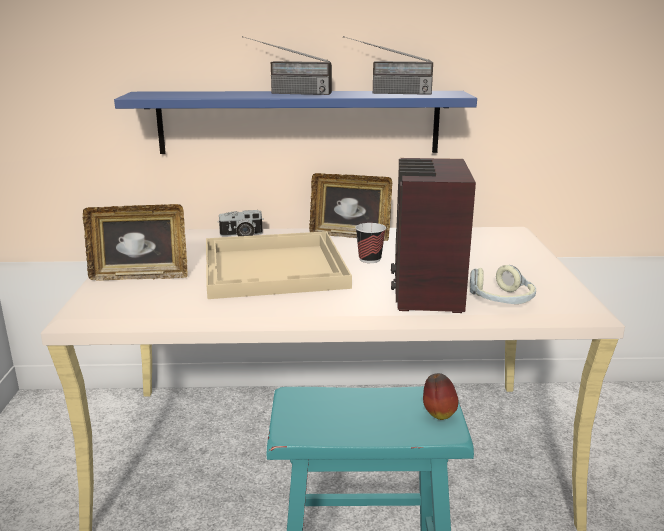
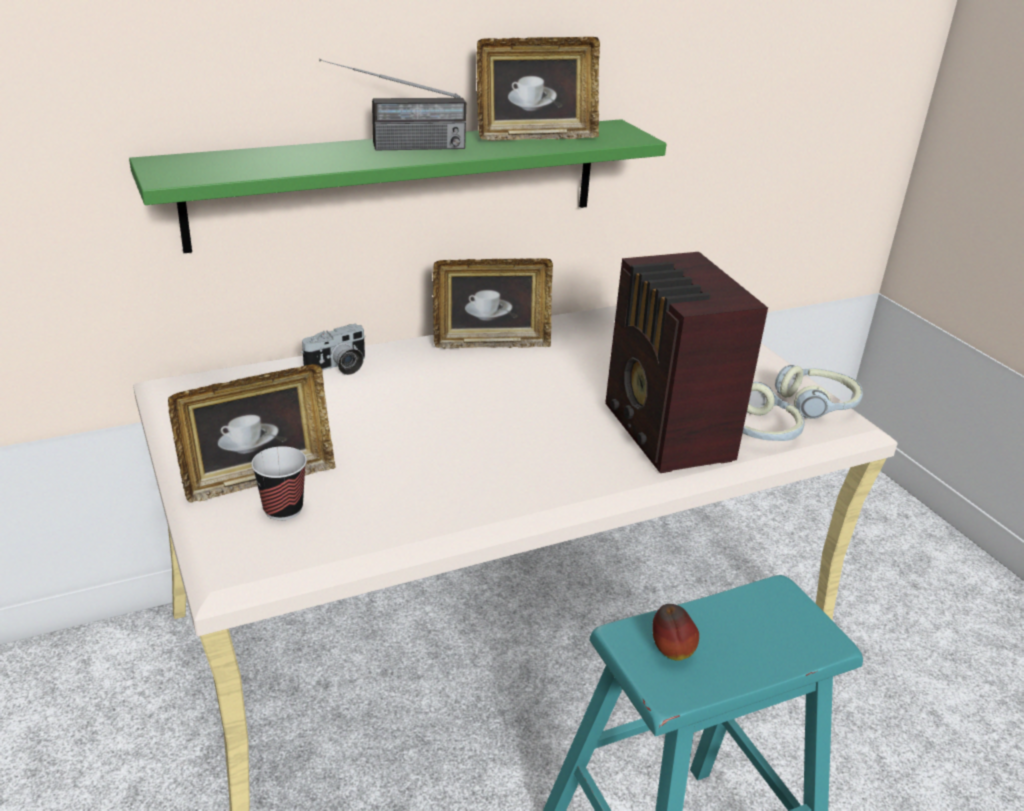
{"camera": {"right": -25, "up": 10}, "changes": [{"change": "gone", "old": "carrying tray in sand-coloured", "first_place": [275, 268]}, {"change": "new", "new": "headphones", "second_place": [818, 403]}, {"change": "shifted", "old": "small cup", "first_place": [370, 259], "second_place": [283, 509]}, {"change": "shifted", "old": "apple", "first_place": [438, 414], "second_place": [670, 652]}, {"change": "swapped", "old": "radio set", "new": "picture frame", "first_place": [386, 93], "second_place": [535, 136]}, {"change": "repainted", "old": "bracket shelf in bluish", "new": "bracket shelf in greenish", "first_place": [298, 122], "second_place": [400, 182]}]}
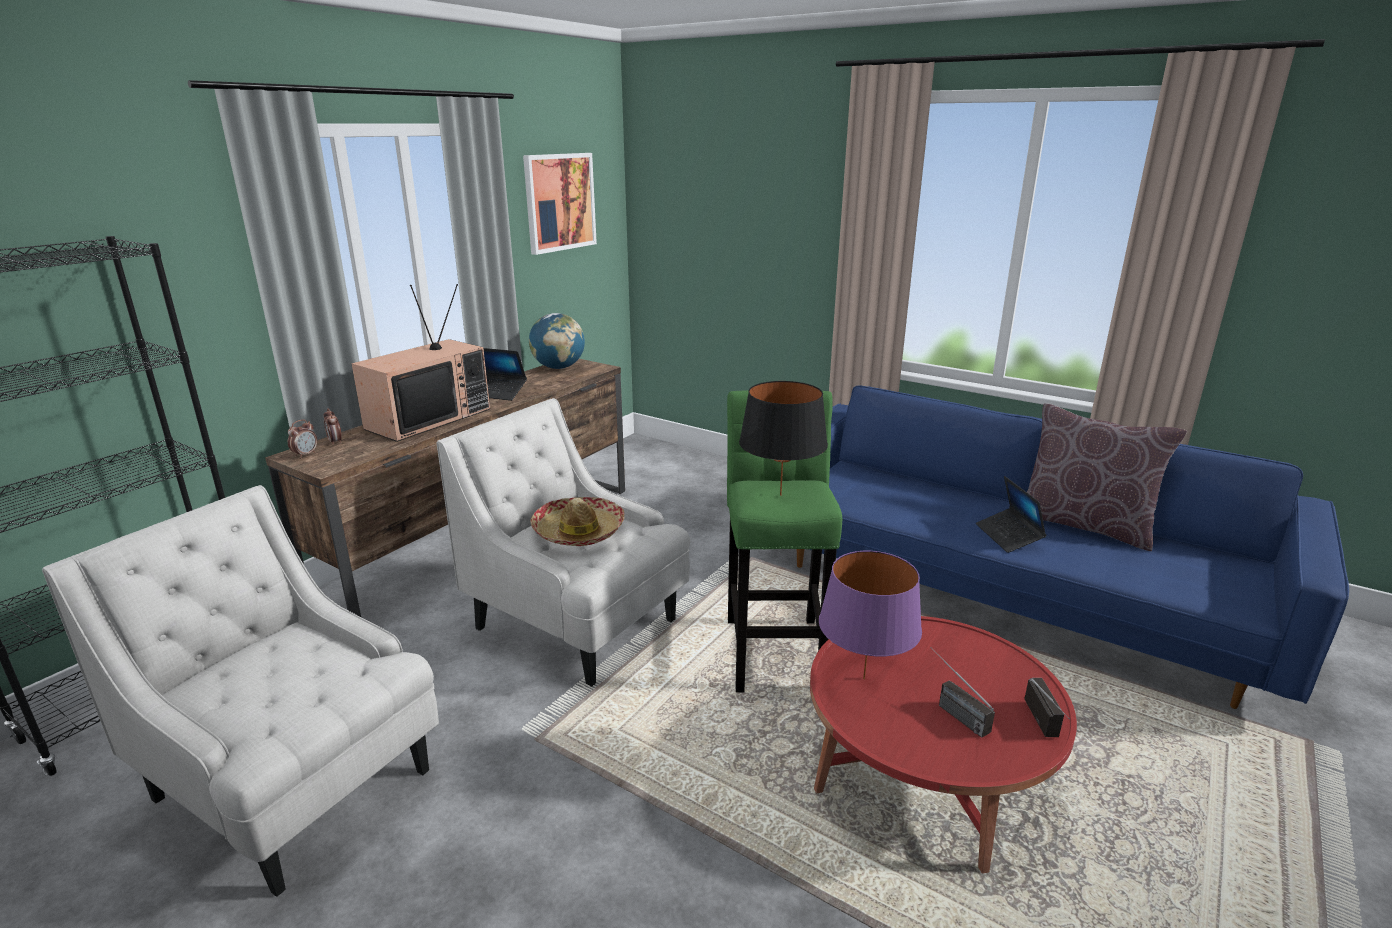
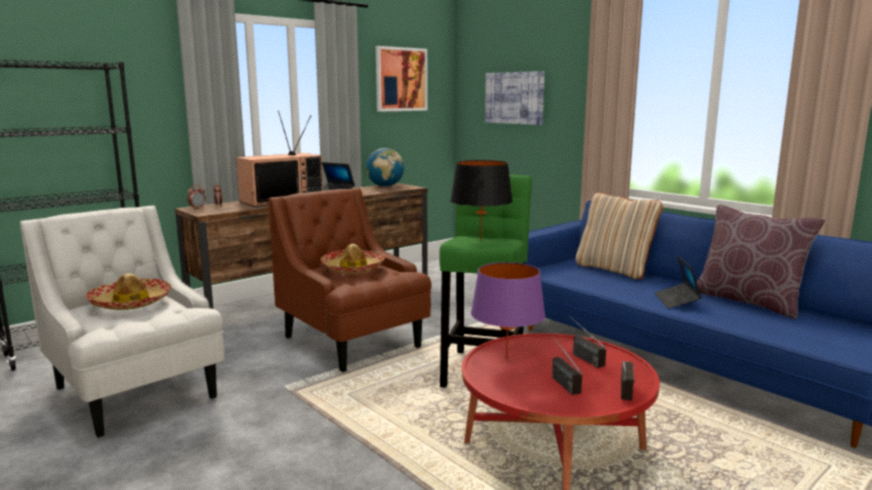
{"camera": {"right": 15, "up": -10}, "changes": [{"change": "new", "new": "hat", "second_place": [130, 303]}, {"change": "new", "new": "picture", "second_place": [514, 98]}, {"change": "new", "new": "radio set", "second_place": [580, 356]}, {"change": "new", "new": "throw pillow in sand-coloured", "second_place": [614, 270]}, {"change": "repainted", "old": "lounge chair in whitish", "new": "lounge chair in brownish", "first_place": [578, 625], "second_place": [353, 342]}]}
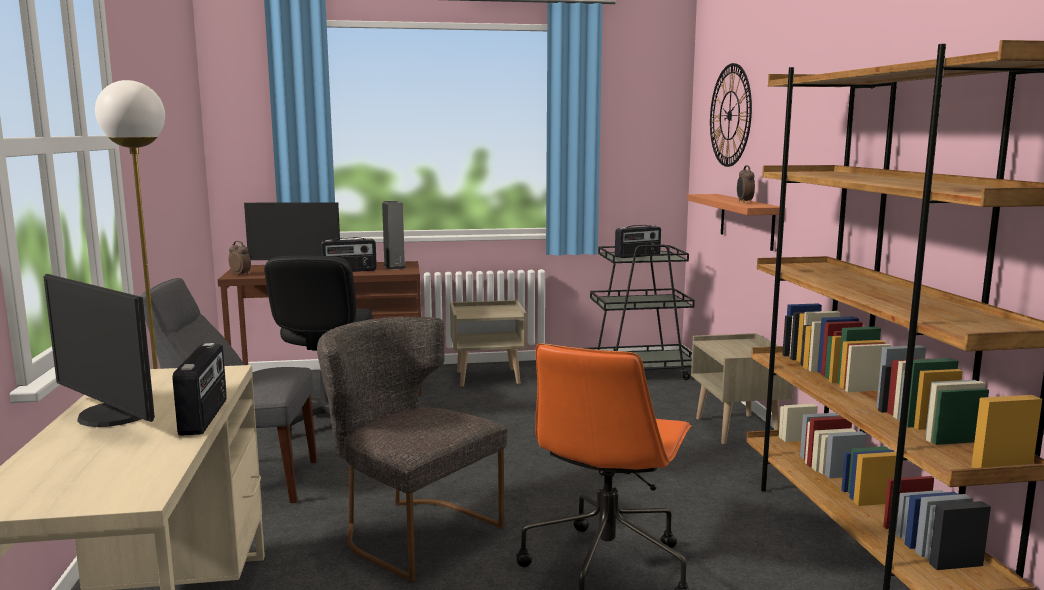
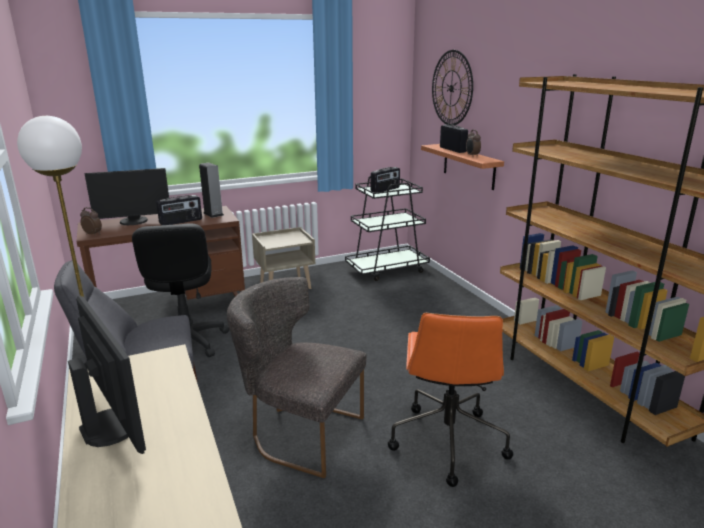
{"camera": {"right": -15, "up": 10}, "changes": [{"change": "gone", "old": "bedside table in sand-coloured", "first_place": [738, 429]}, {"change": "shifted", "old": "radio set", "first_place": [205, 417], "second_place": [453, 149]}, {"change": "rotated", "old": "computer screen", "first_place": [112, 416], "second_place": [113, 426], "degrees": -150}]}
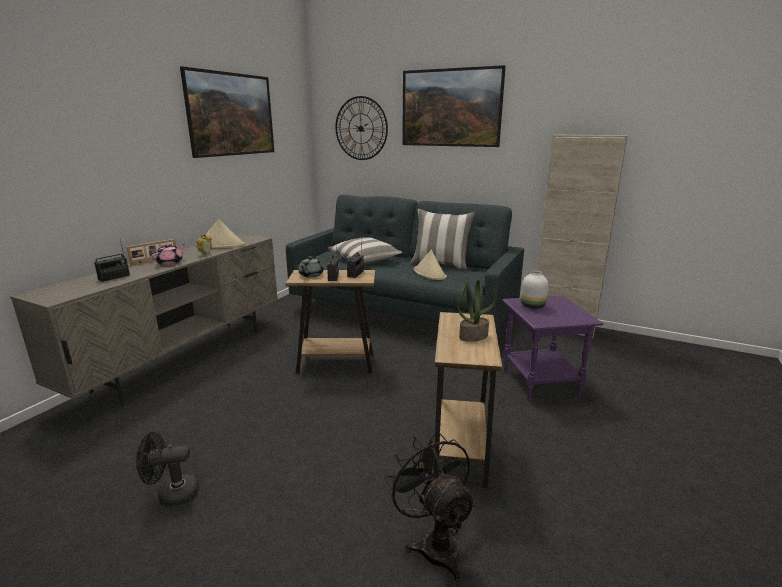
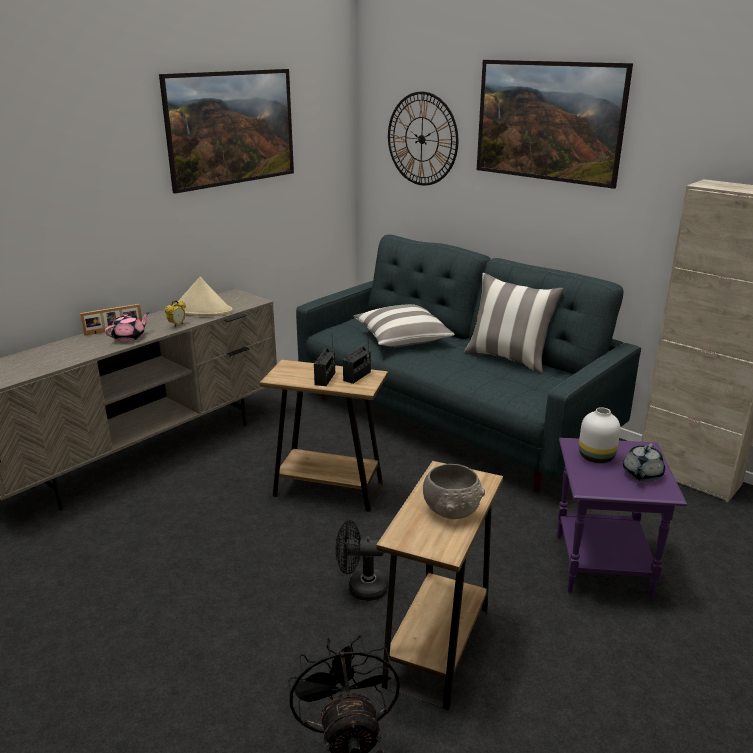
{"camera": {"right": 15, "up": 5}, "changes": [{"change": "gone", "old": "radio set", "first_place": [114, 277]}, {"change": "gone", "old": "hat in sand-coloured", "first_place": [429, 273]}, {"change": "shifted", "old": "electric fan in black", "first_place": [172, 495], "second_place": [361, 588]}, {"change": "shifted", "old": "teapot in grey", "first_place": [310, 275], "second_place": [641, 474]}, {"change": "swapped", "old": "potted plant", "new": "deep dish in grey", "first_place": [473, 336], "second_place": [451, 510]}]}
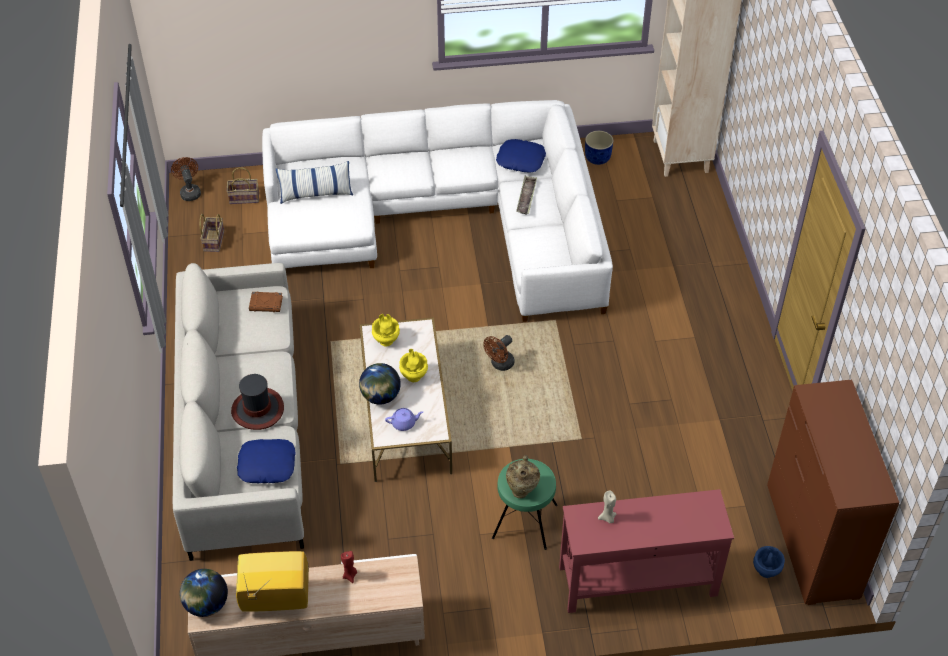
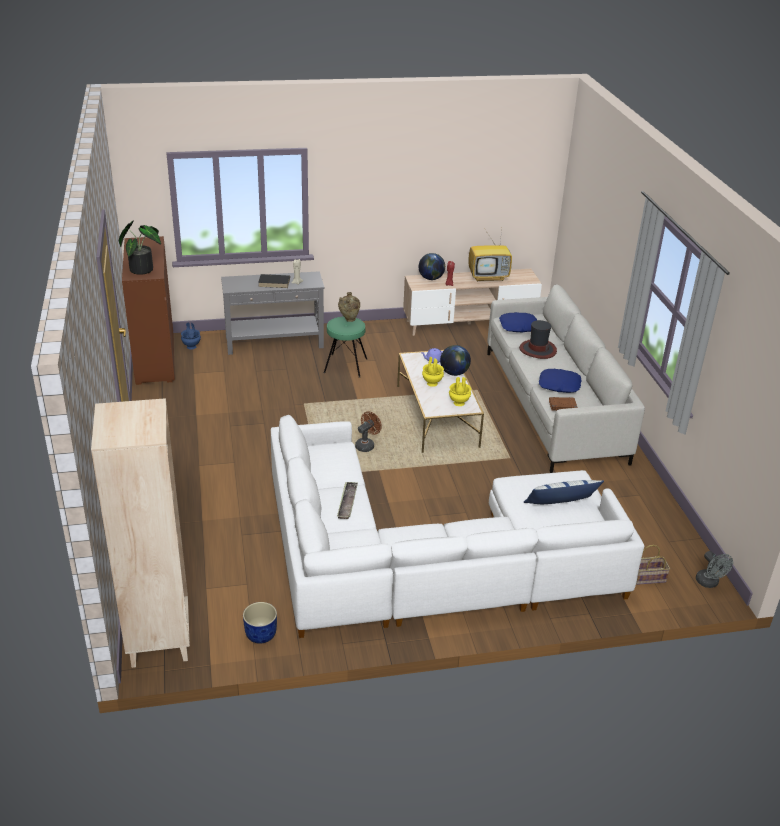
{"camera": {"right": 175, "up": -15}, "changes": [{"change": "gone", "old": "household basket", "first_place": [213, 240]}, {"change": "new", "new": "potted plant", "second_place": [144, 269]}, {"change": "new", "new": "bound book in black", "second_place": [274, 282]}, {"change": "shifted", "old": "world globe", "first_place": [206, 604], "second_place": [431, 278]}, {"change": "shifted", "old": "throw pillow in bluish", "first_place": [521, 160], "second_place": [559, 385]}, {"change": "repainted", "old": "electric fan in brownish", "new": "electric fan in grey", "first_place": [189, 192], "second_place": [709, 583]}, {"change": "repainted", "old": "console table in red", "new": "console table in grey", "first_place": [636, 581], "second_place": [275, 343]}]}
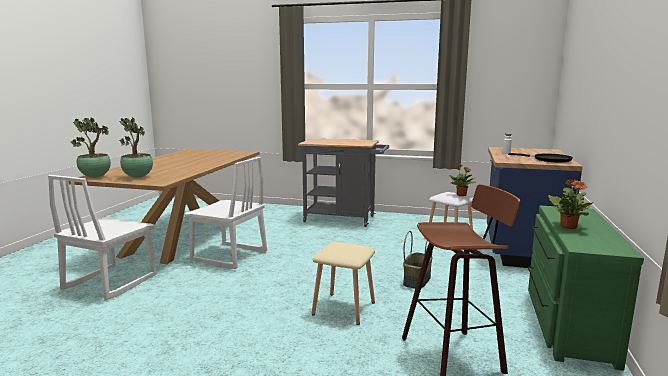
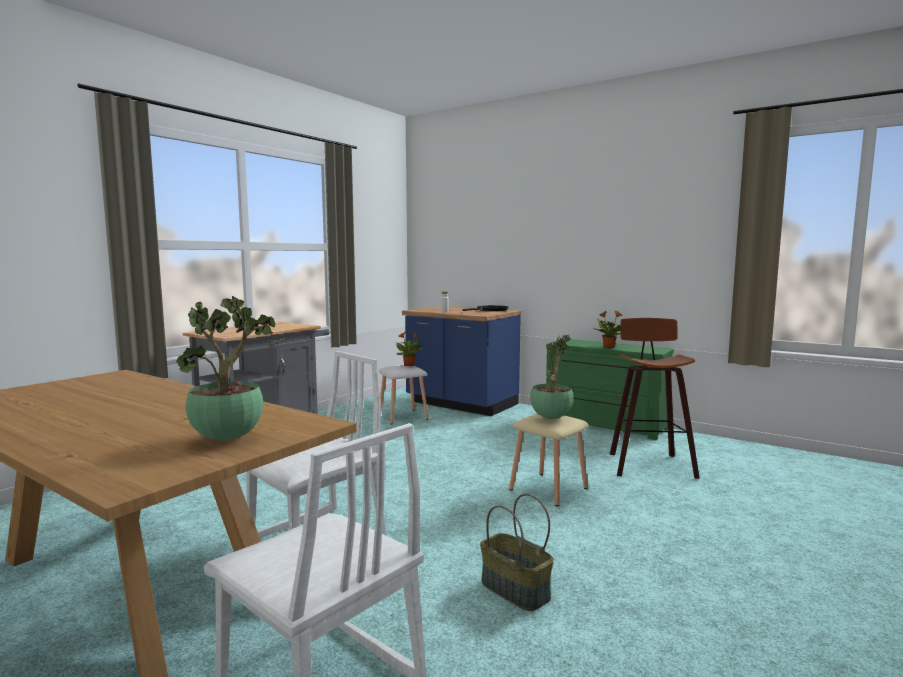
{"camera": {"right": -70, "up": -5}, "changes": [{"change": "shifted", "old": "potted plant", "first_place": [96, 177], "second_place": [551, 417]}, {"change": "shifted", "old": "household basket", "first_place": [416, 280], "second_place": [514, 590]}]}
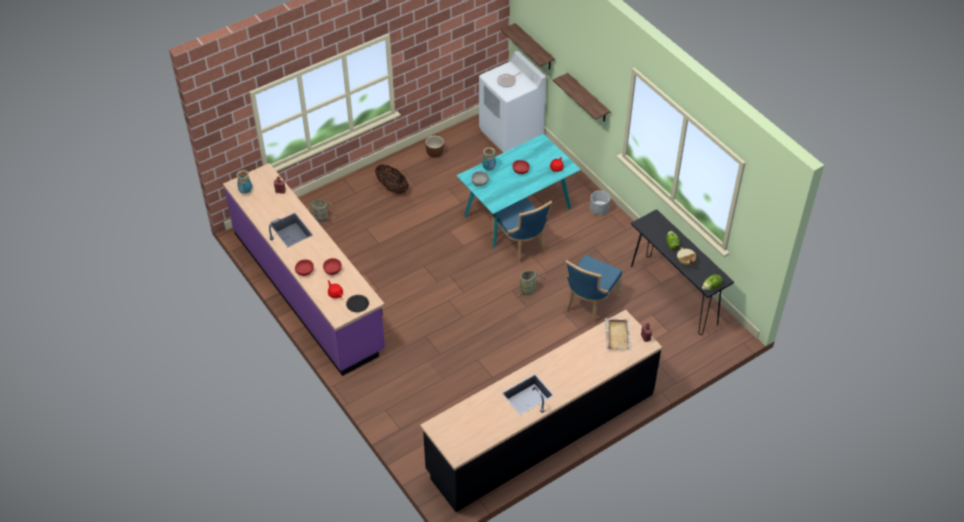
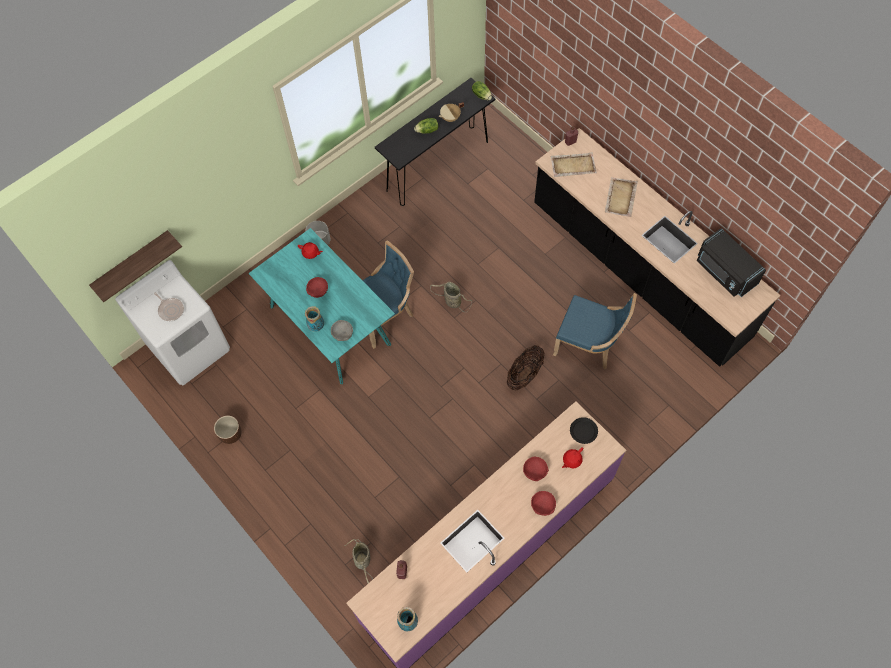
{"camera": {"right": -95, "up": 15}, "changes": [{"change": "gone", "old": "bracket shelf", "first_place": [588, 98]}, {"change": "new", "new": "carrying tray in sand-coloured", "second_place": [620, 198]}, {"change": "new", "new": "microwave oven in black", "second_place": [724, 272]}, {"change": "shifted", "old": "household basket", "first_place": [392, 187], "second_place": [524, 374]}, {"change": "shifted", "old": "upright chair in bluish", "first_place": [589, 303], "second_place": [589, 345]}]}
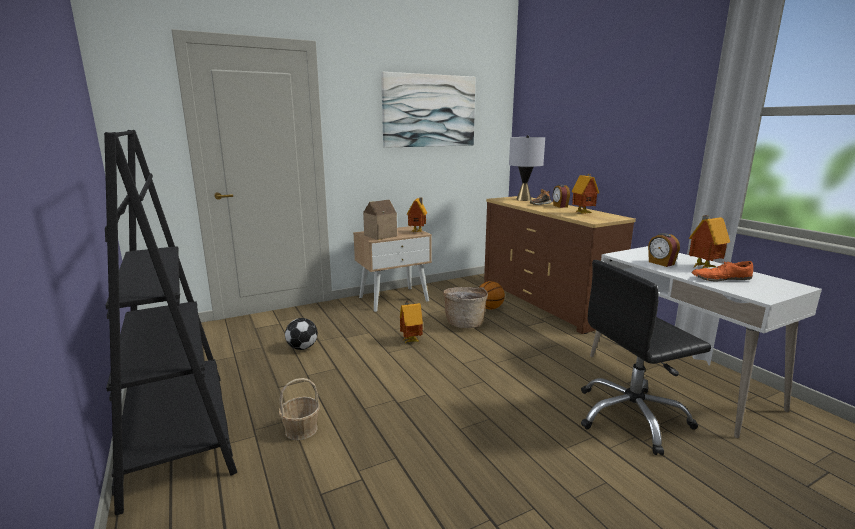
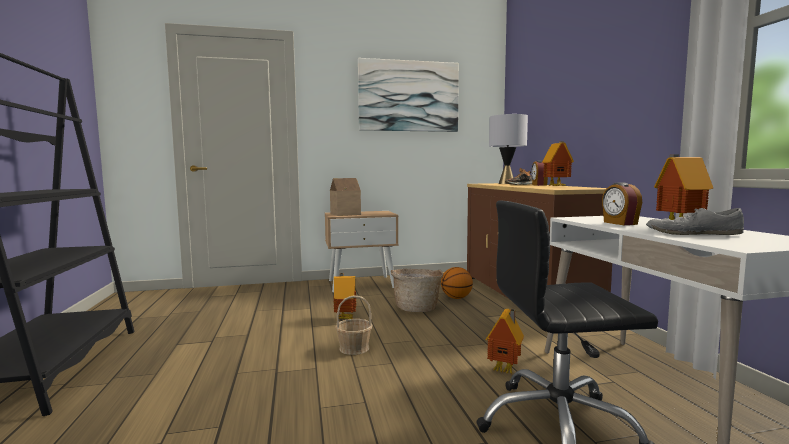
{"camera": {"right": 15, "up": -10}, "changes": [{"change": "gone", "old": "football ball", "first_place": [302, 347]}, {"change": "shifted", "old": "household basket", "first_place": [301, 429], "second_place": [354, 348]}, {"change": "shifted", "old": "miniature house", "first_place": [418, 232], "second_place": [505, 370]}, {"change": "repainted", "old": "shoe in orangey", "new": "shoe in grey", "first_place": [720, 278], "second_place": [692, 234]}]}
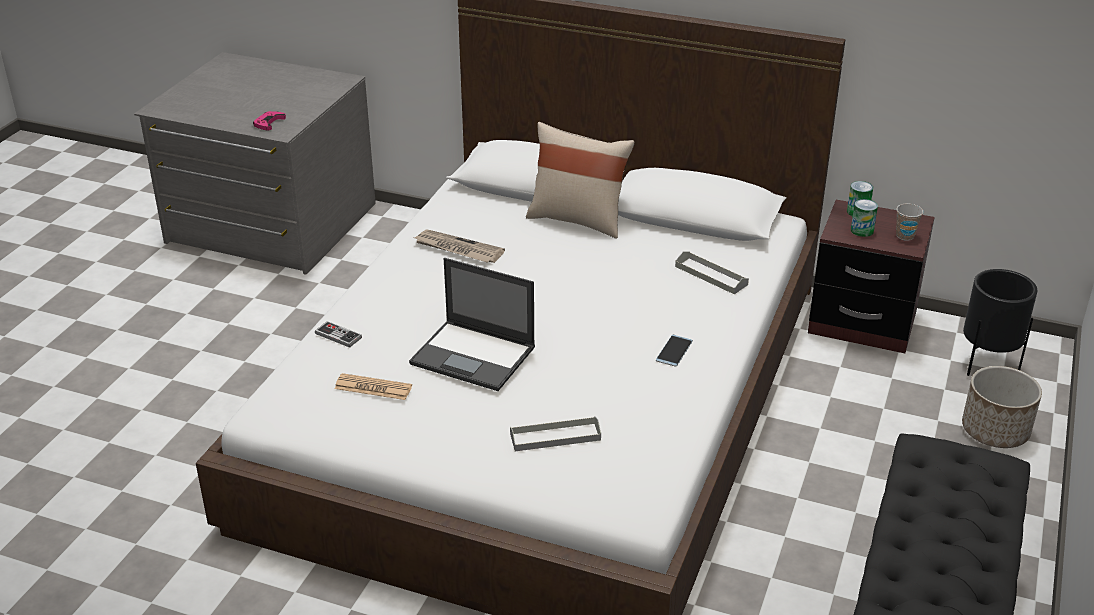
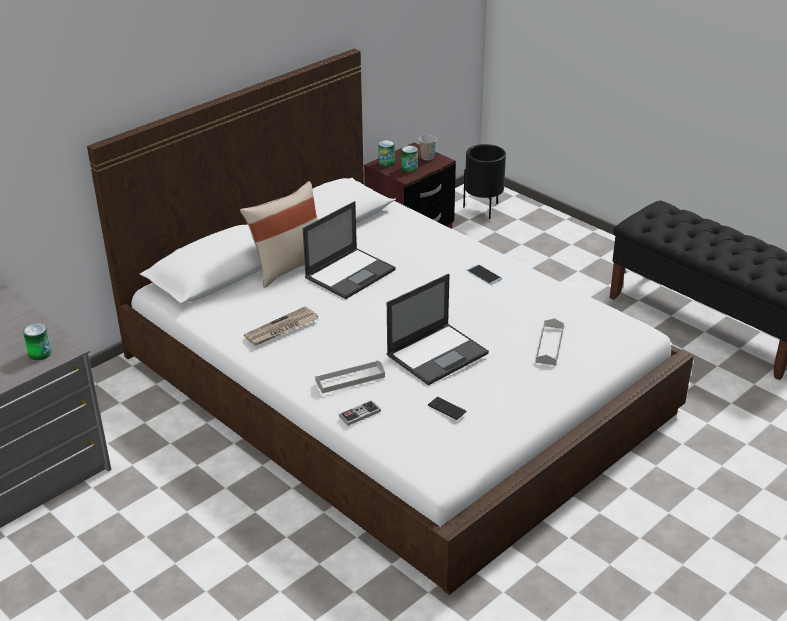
{"camera": {"right": -65, "up": 0}, "changes": [{"change": "gone", "old": "planter", "first_place": [995, 431]}, {"change": "new", "new": "portable computer", "second_place": [350, 273]}, {"change": "shifted", "old": "carrying tray in grey", "first_place": [711, 275], "second_place": [350, 379]}, {"change": "swapped", "old": "gamepad in pink", "new": "metal can", "first_place": [269, 123], "second_place": [40, 353]}, {"change": "swapped", "old": "daily paper", "new": "telephone", "first_place": [373, 388], "second_place": [446, 409]}]}
